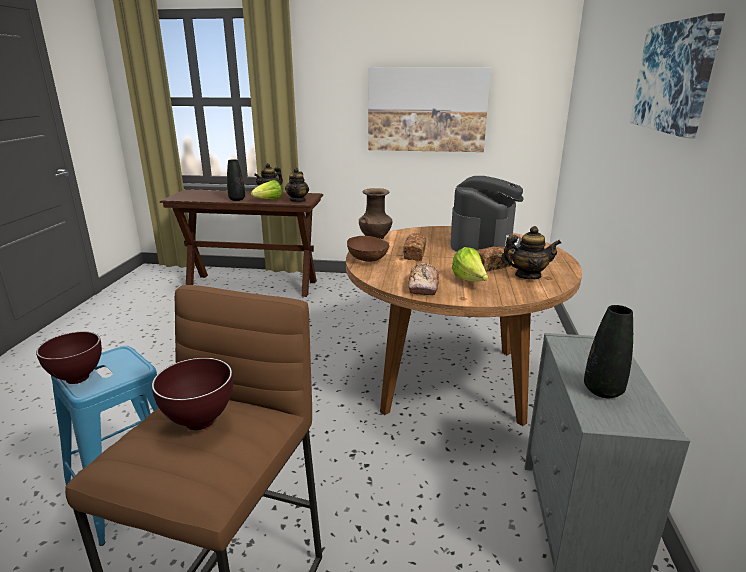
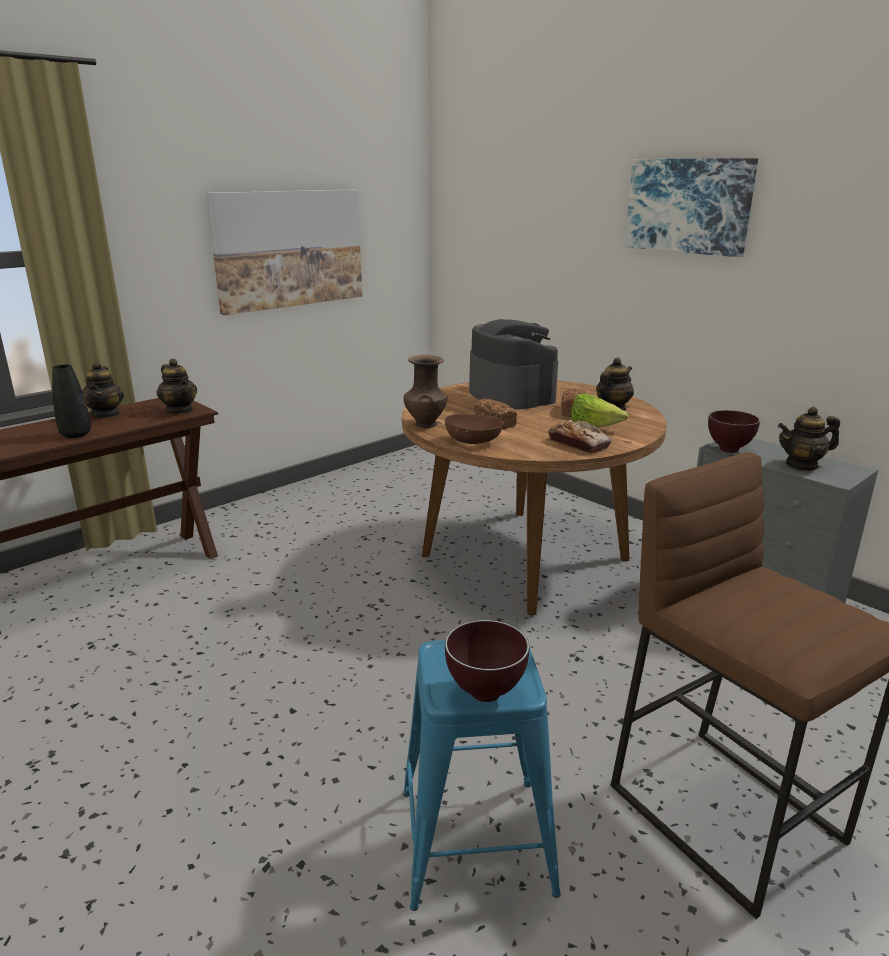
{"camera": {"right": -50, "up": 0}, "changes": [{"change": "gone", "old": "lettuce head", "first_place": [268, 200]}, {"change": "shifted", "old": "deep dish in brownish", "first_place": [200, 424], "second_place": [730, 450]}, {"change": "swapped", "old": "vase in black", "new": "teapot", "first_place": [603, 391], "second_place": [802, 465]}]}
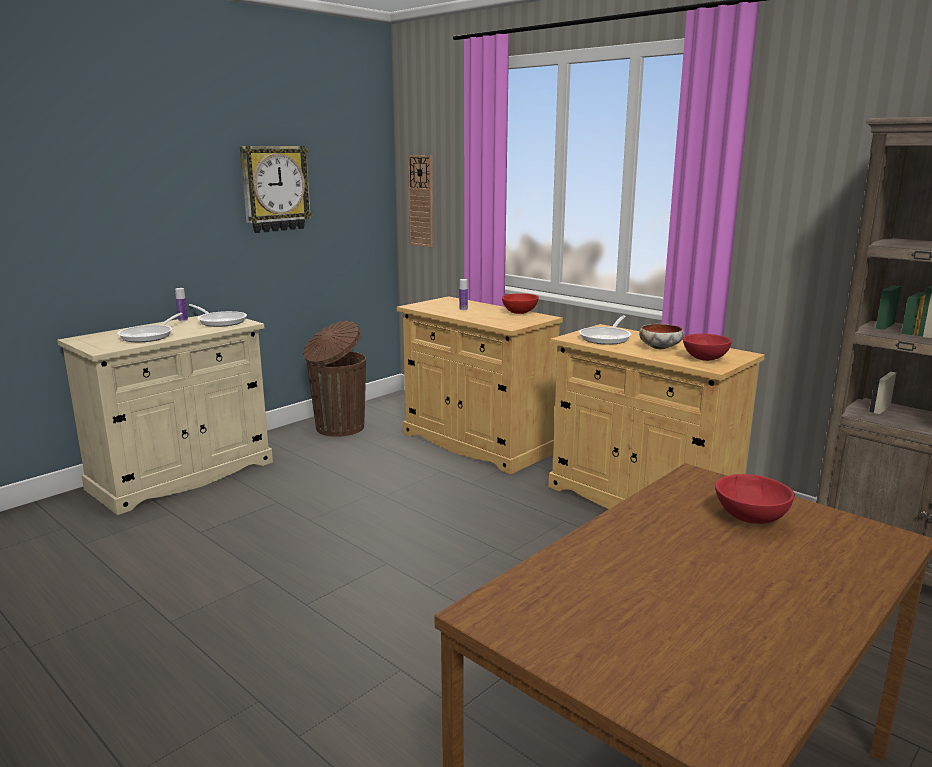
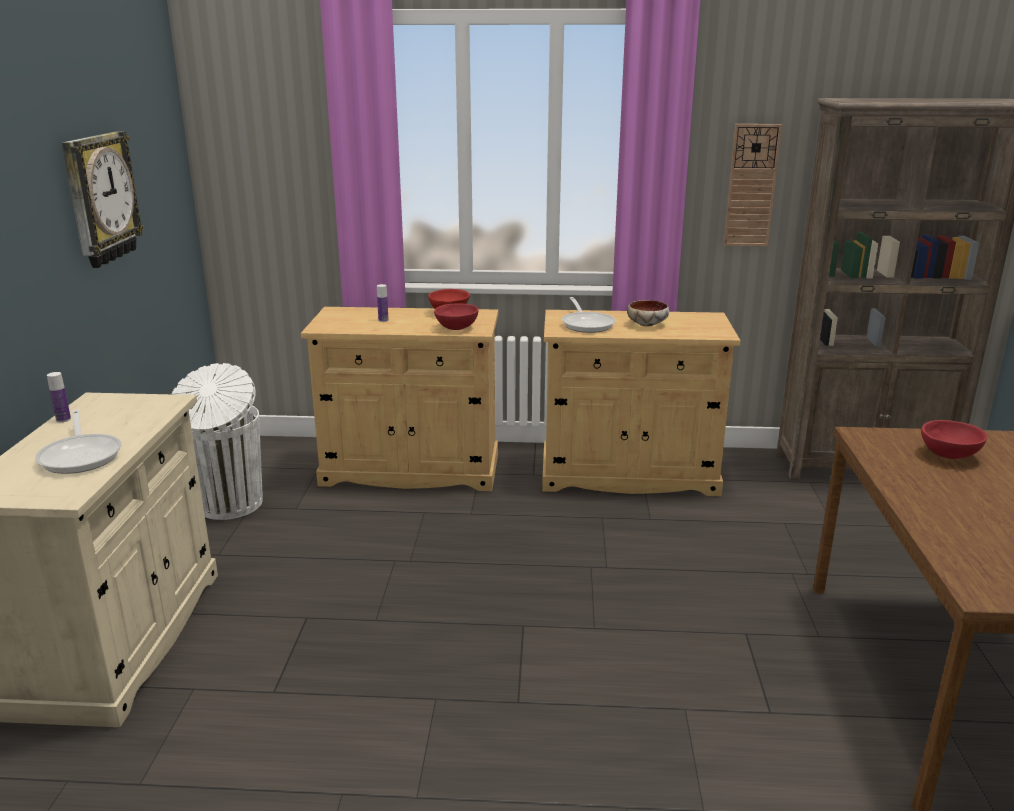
{"camera": {"right": -40, "up": 5}, "changes": [{"change": "gone", "old": "skillet", "first_place": [220, 321]}, {"change": "shifted", "old": "clock on the wall", "first_place": [421, 201], "second_place": [751, 186]}, {"change": "shifted", "old": "deep dish in red", "first_place": [705, 359], "second_place": [457, 328]}, {"change": "repainted", "old": "trash can in brownish", "new": "trash can in whitish", "first_place": [338, 428], "second_place": [229, 505]}]}
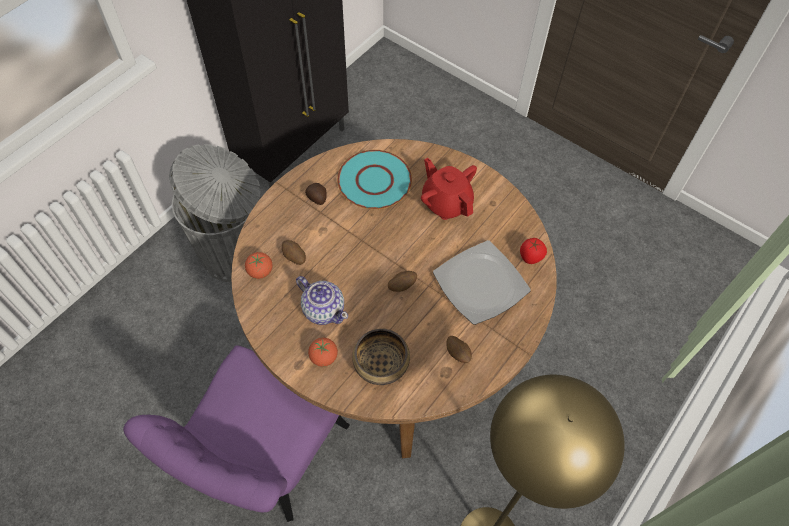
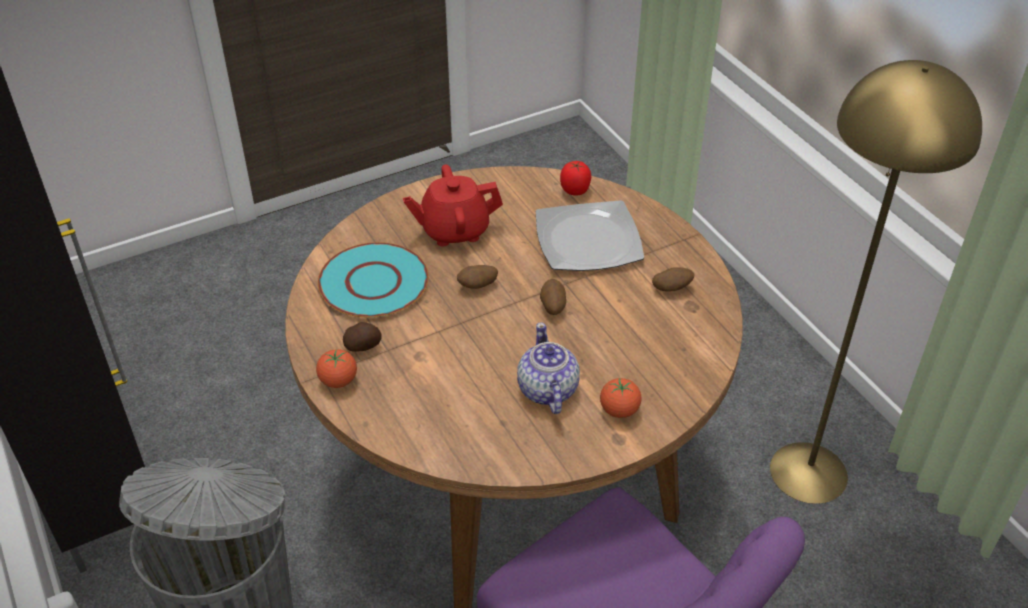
{"camera": {"right": -65, "up": -15}, "changes": [{"change": "gone", "old": "deep dish", "first_place": [381, 364]}, {"change": "shifted", "old": "whole tomato", "first_place": [260, 271], "second_place": [338, 381]}, {"change": "shifted", "old": "whole potato", "first_place": [294, 257], "second_place": [477, 286]}, {"change": "rotated", "old": "teapot", "first_place": [323, 309], "second_place": [547, 390], "degrees": -75}]}
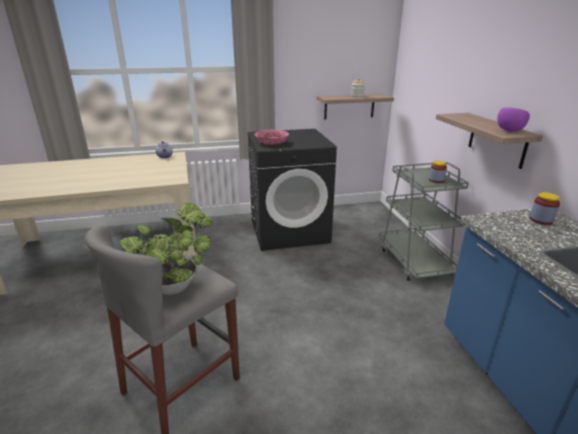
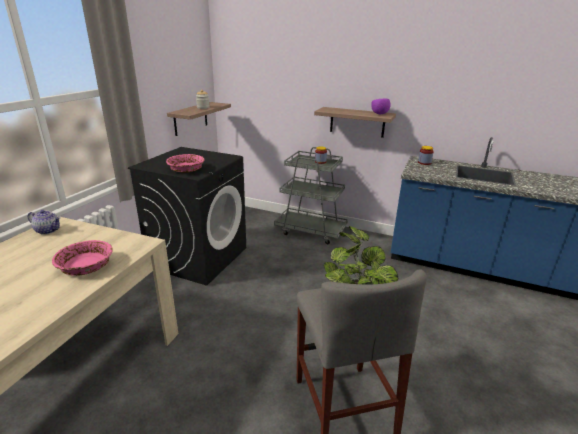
{"camera": {"right": -55, "up": 0}, "changes": [{"change": "new", "new": "deep dish in pink", "second_place": [86, 266]}]}
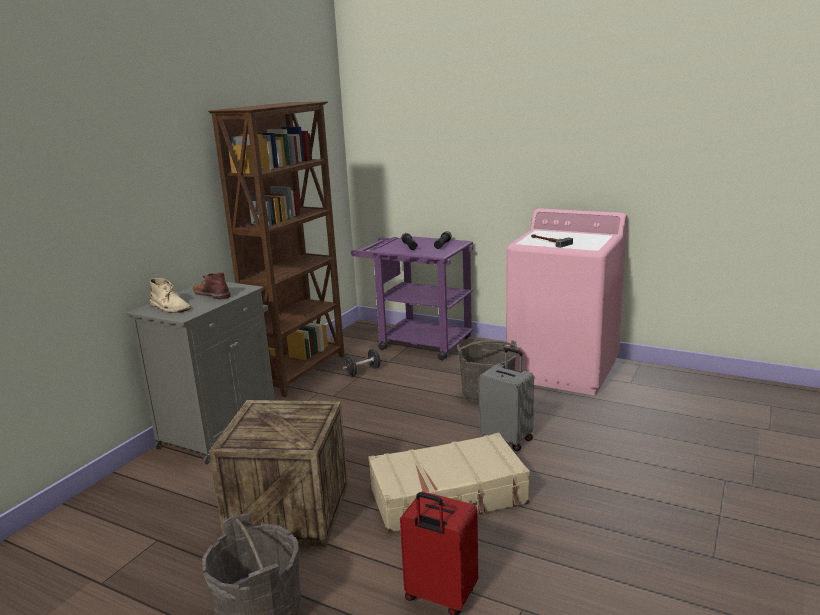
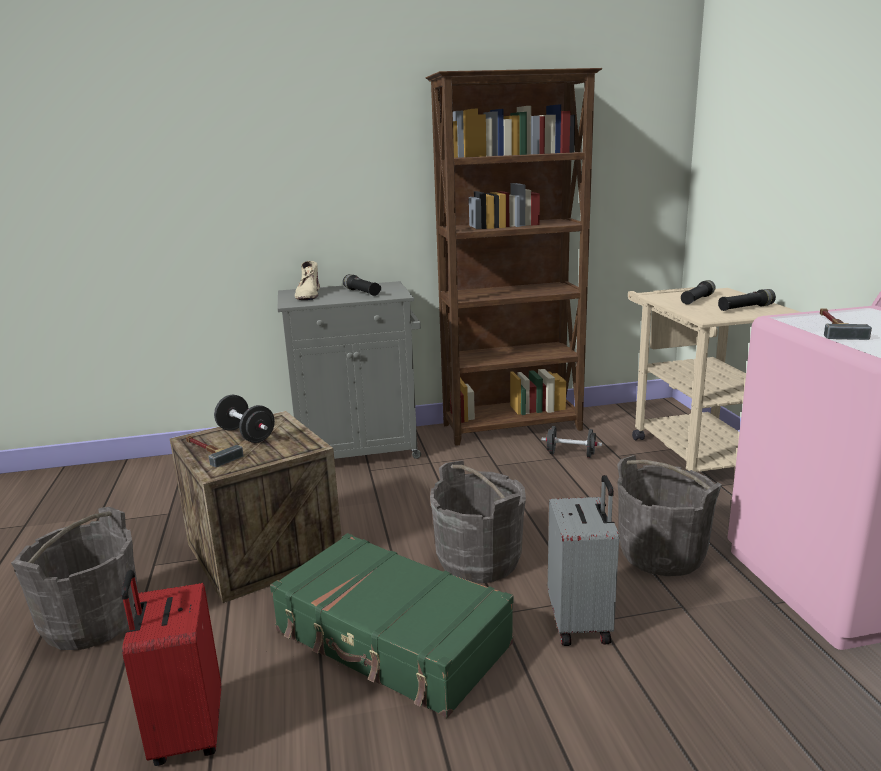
{"camera": {"right": 50, "up": 0}, "changes": [{"change": "new", "new": "hammer", "second_place": [208, 452]}, {"change": "new", "new": "hand weight in black", "second_place": [246, 435]}, {"change": "new", "new": "water bucket in grey", "second_place": [478, 560]}, {"change": "swapped", "old": "high-top boot in brownish", "new": "flashlight in black", "first_place": [211, 294], "second_place": [362, 292]}, {"change": "repainted", "old": "cart in purple-coloured", "new": "cart in sand-coloured", "first_place": [417, 342], "second_place": [694, 449]}, {"change": "repainted", "old": "piece of luggage in sand-coloured", "new": "piece of luggage in greenish", "first_place": [448, 497], "second_place": [391, 639]}]}
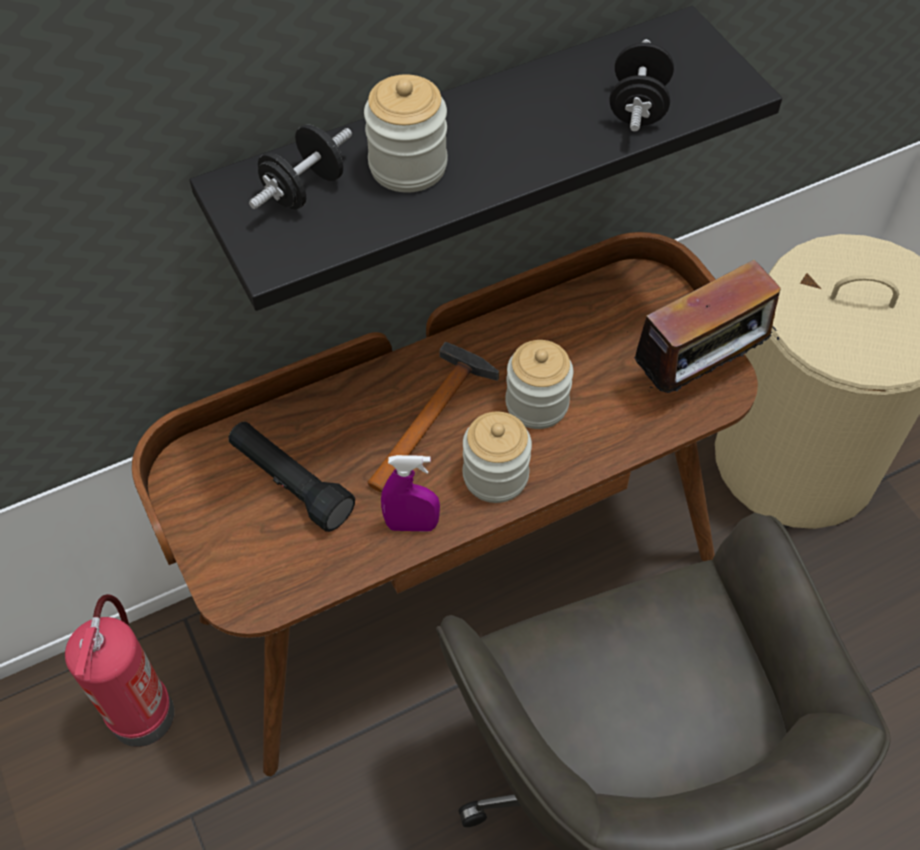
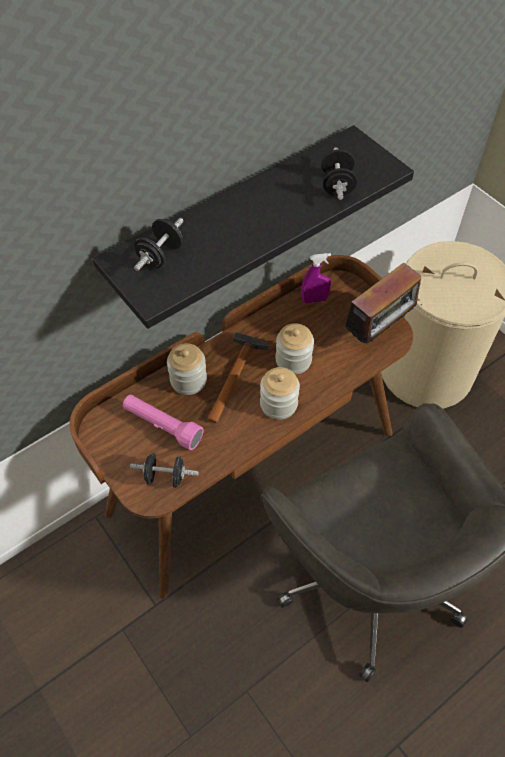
{"camera": {"right": -10, "up": 0}, "changes": [{"change": "gone", "old": "extinguisher", "first_place": [141, 711]}, {"change": "new", "new": "hand weight in black", "second_place": [165, 477]}, {"change": "shifted", "old": "jar", "first_place": [408, 166], "second_place": [188, 380]}, {"change": "shifted", "old": "sprayer in purple-coloured", "first_place": [411, 525], "second_place": [314, 299]}, {"change": "repainted", "old": "flashlight in black", "new": "flashlight in pink", "first_place": [290, 483], "second_place": [162, 426]}]}
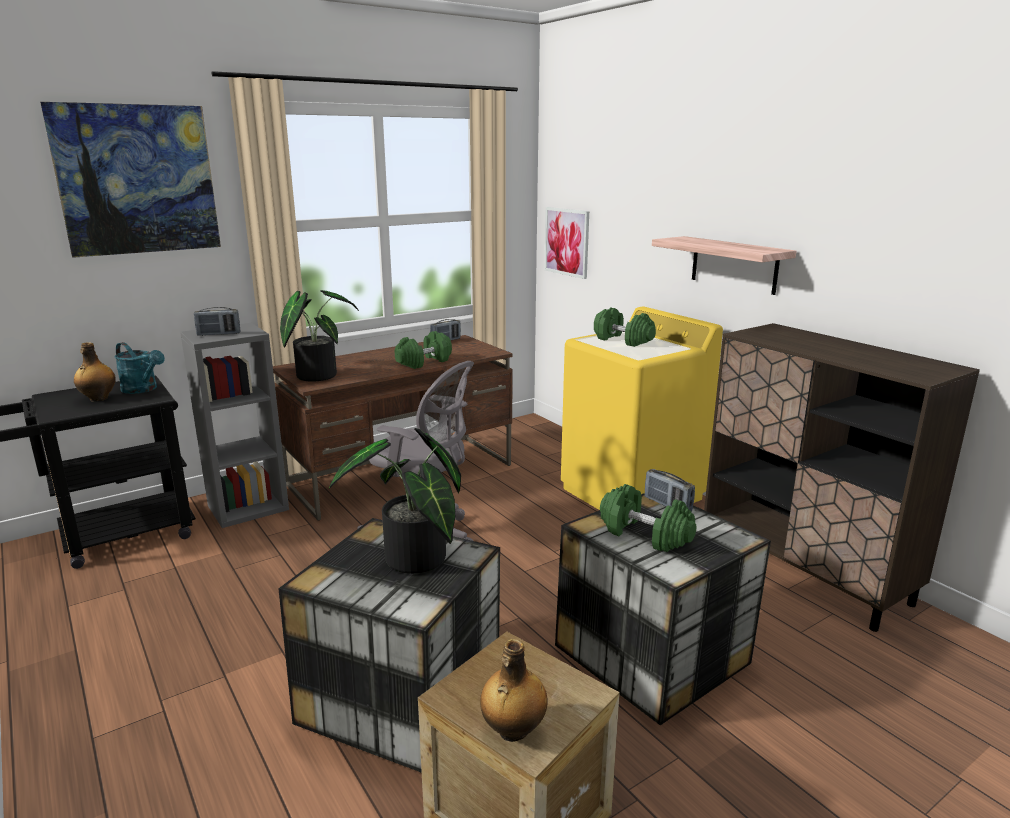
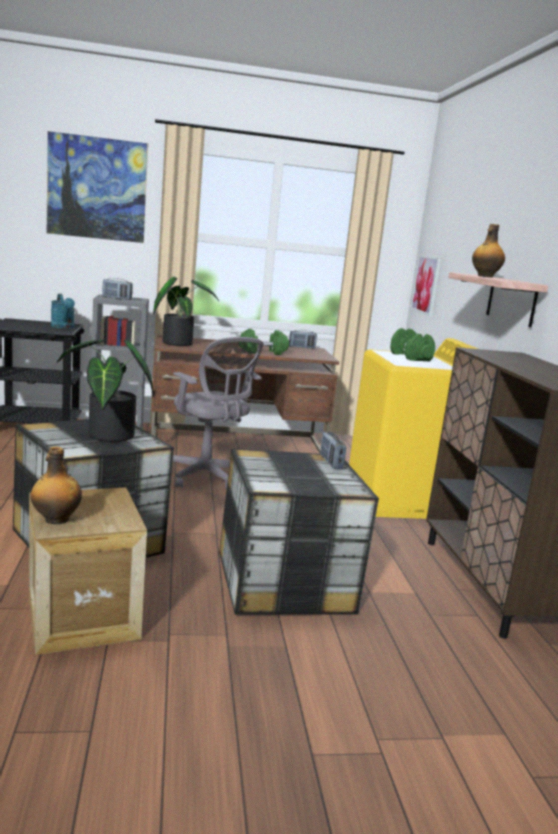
{"camera": {"right": 25, "up": -5}, "changes": [{"change": "gone", "old": "hand weight in greenish", "first_place": [644, 534]}, {"change": "shifted", "old": "beverage bottle", "first_place": [98, 399], "second_place": [484, 276]}]}
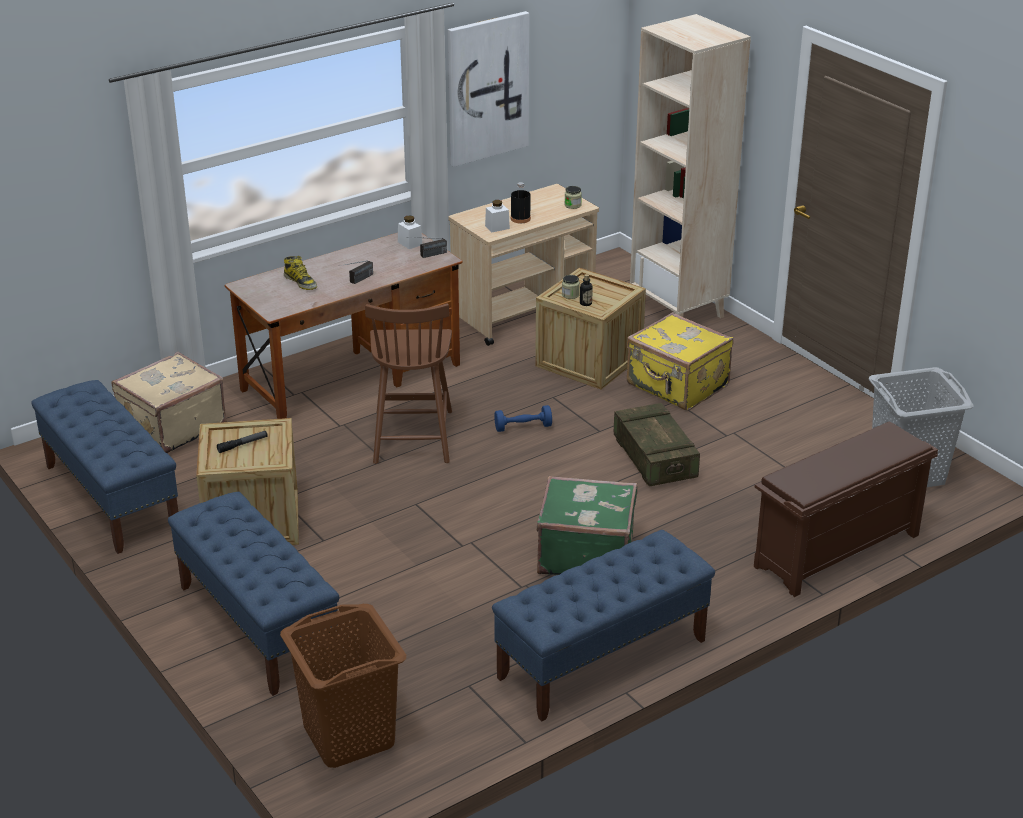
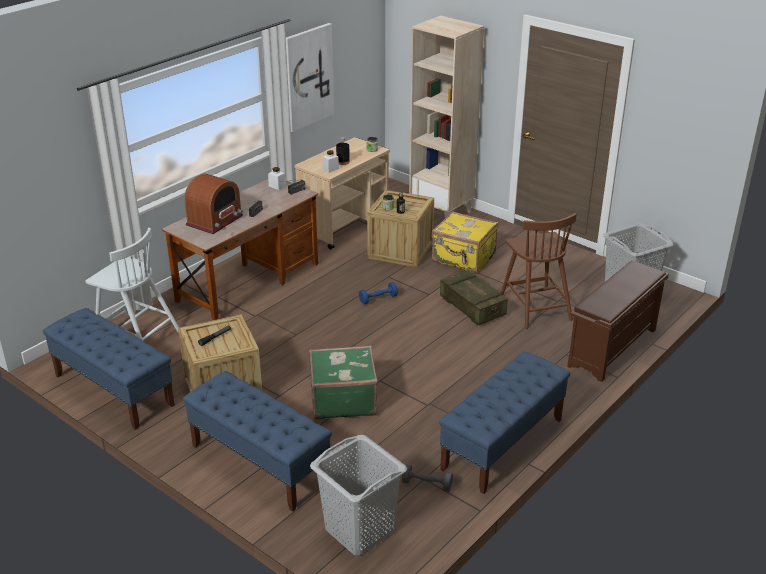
{"camera": {"right": -15, "up": 0}, "changes": [{"change": "new", "new": "hand weight in grey", "second_place": [427, 484]}, {"change": "shifted", "old": "upright chair in brownish", "first_place": [412, 435], "second_place": [535, 306]}, {"change": "shifted", "old": "piece of luggage in greenish", "first_place": [585, 554], "second_place": [342, 399]}, {"change": "swapped", "old": "piece of luggage in sand-coloured", "new": "upright chair in whitish", "first_place": [171, 428], "second_place": [136, 334]}, {"change": "swapped", "old": "high-top boot", "new": "radio set", "first_place": [301, 282], "second_place": [215, 220]}, {"change": "repainted", "old": "laundry basket in brownish", "new": "laundry basket in grey", "first_place": [348, 737], "second_place": [359, 530]}]}
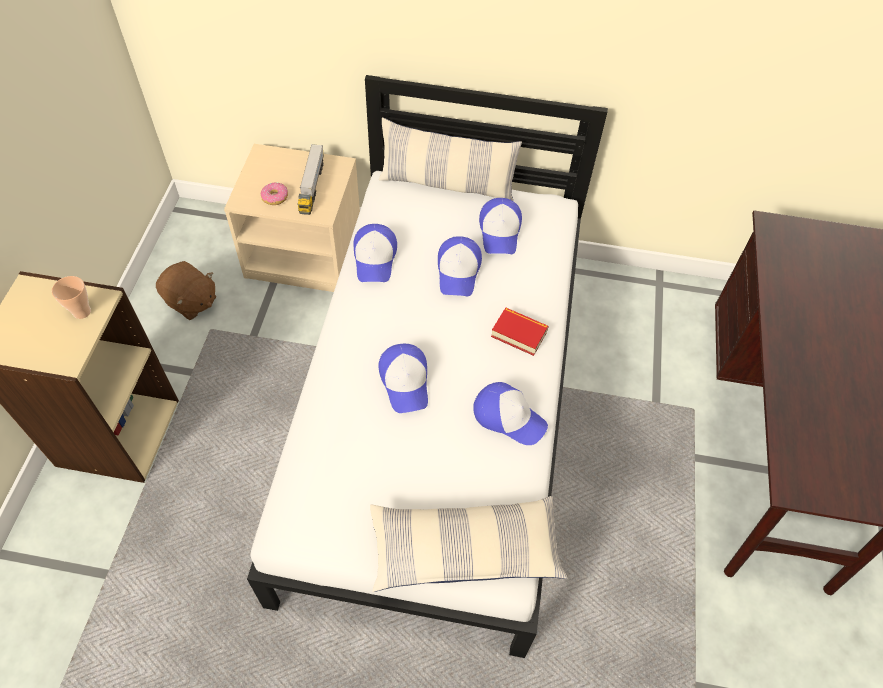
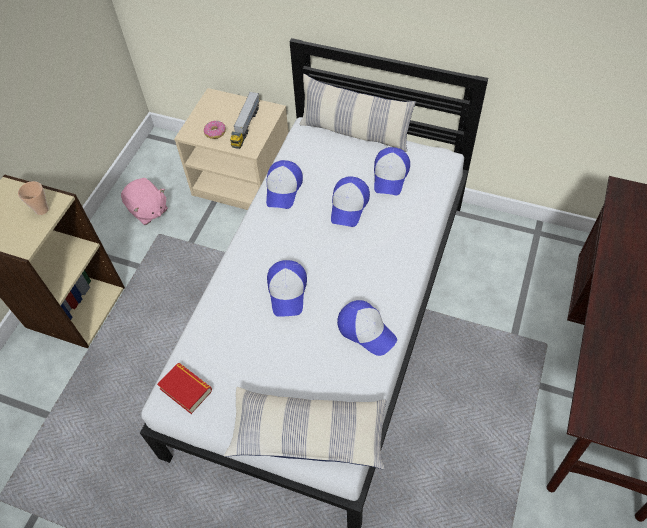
{"camera": {"right": 15, "up": 0}, "changes": [{"change": "shifted", "old": "bound book", "first_place": [519, 334], "second_place": [186, 390]}, {"change": "repainted", "old": "soft toy in brownish", "new": "soft toy in pink", "first_place": [191, 302], "second_place": [148, 210]}]}
